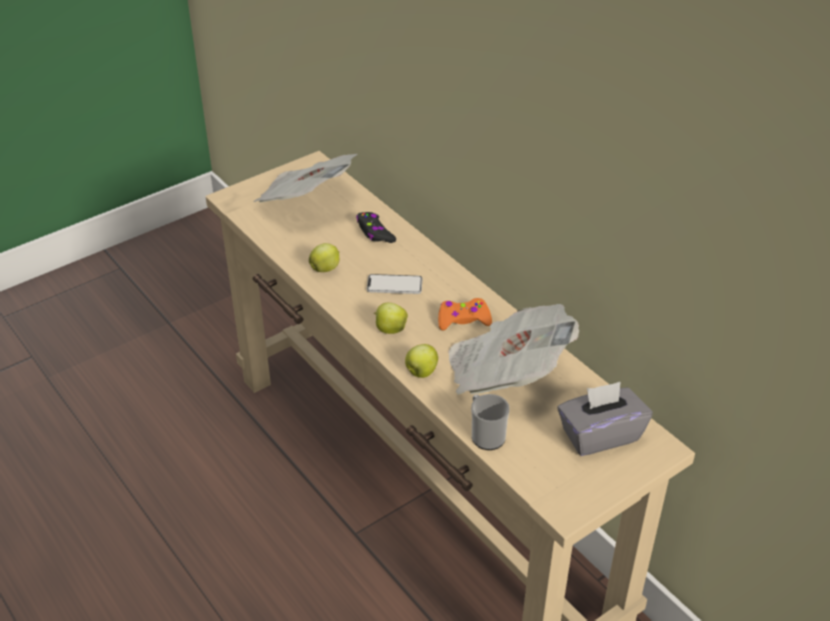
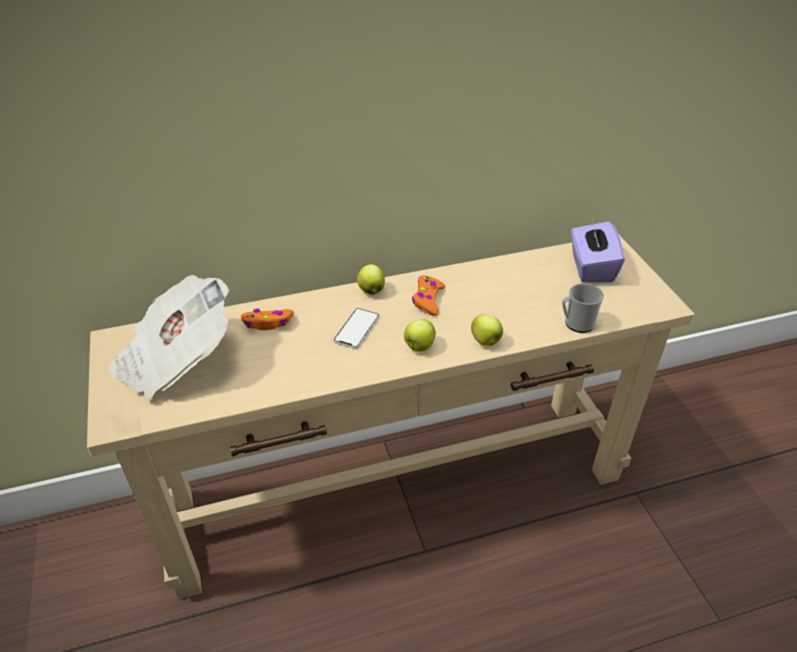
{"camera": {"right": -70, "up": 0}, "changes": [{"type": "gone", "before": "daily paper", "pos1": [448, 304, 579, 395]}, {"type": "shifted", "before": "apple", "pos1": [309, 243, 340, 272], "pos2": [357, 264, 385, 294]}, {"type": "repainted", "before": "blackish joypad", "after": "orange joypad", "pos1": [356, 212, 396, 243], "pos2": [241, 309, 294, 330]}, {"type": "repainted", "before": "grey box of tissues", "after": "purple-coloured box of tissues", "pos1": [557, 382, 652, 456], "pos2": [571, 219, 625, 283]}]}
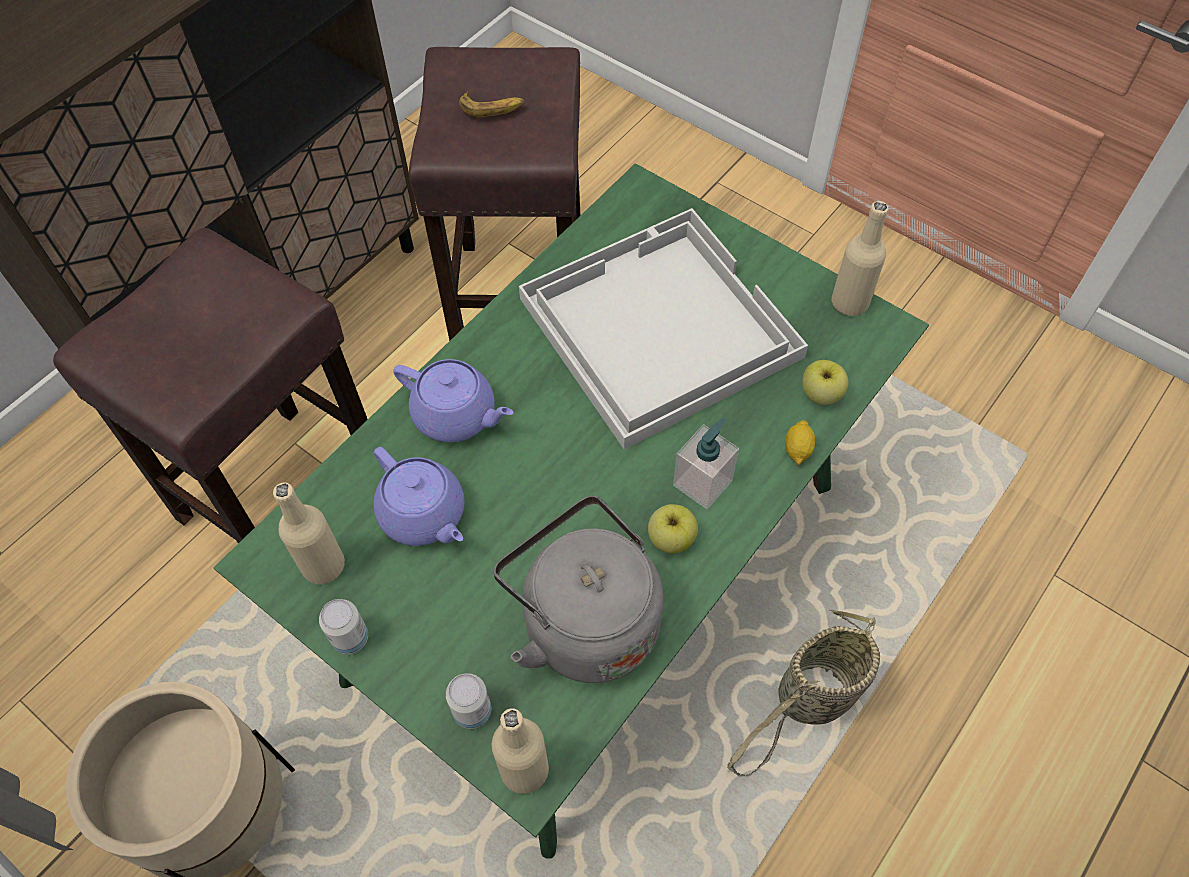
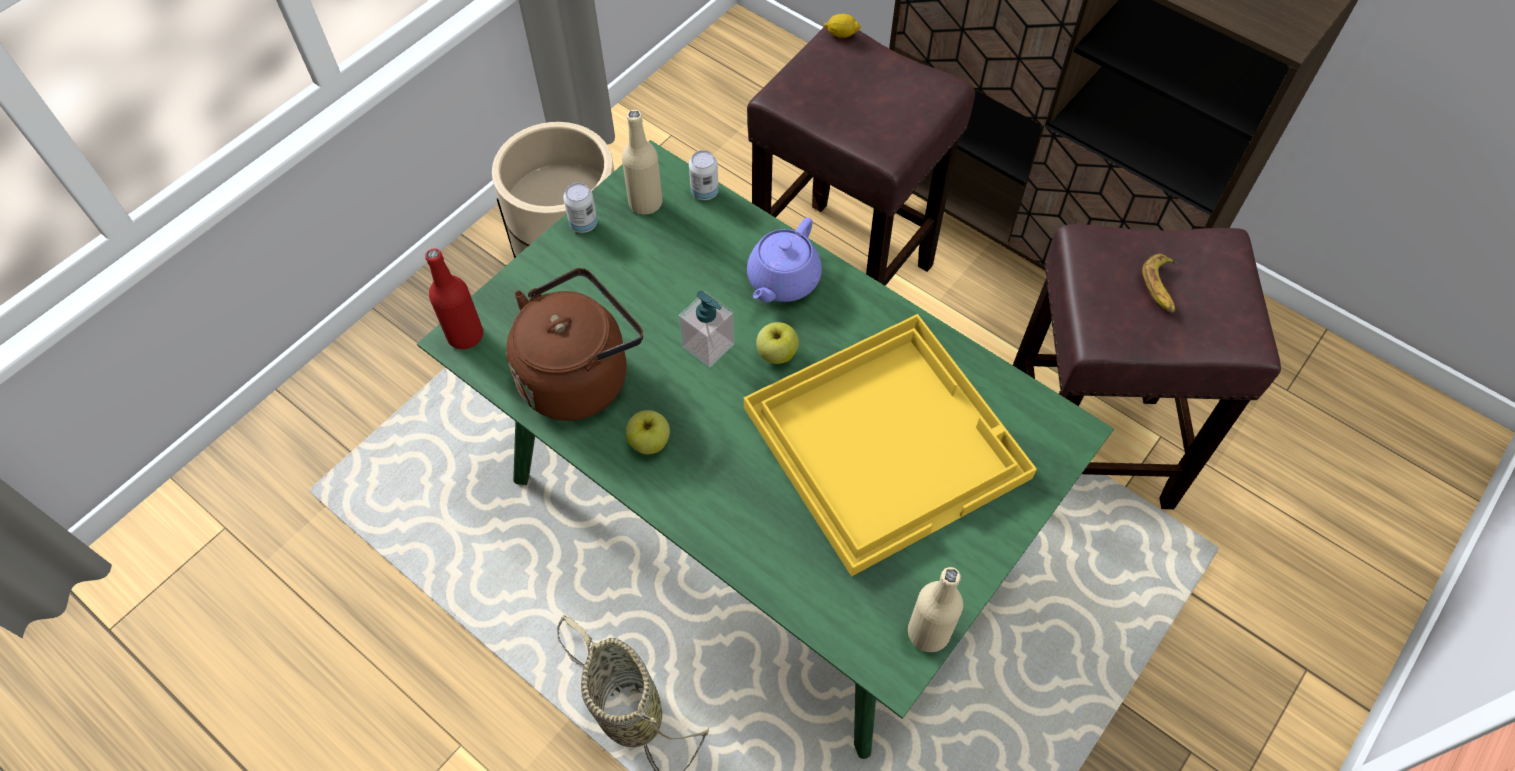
{"camera": {"right": 90, "up": 0}, "changes": [{"type": "gone", "before": "purple-coloured teapot", "pos1": [373, 447, 465, 546]}, {"type": "shifted", "before": "sealed can", "pos1": [446, 673, 491, 729], "pos2": [689, 150, 719, 200]}, {"type": "shifted", "before": "liquid soap bottle", "pos1": [673, 417, 739, 509], "pos2": [679, 291, 735, 368]}, {"type": "shifted", "before": "citrus fruit", "pos1": [785, 420, 815, 465], "pos2": [824, 14, 861, 38]}, {"type": "shifted", "before": "apple", "pos1": [802, 360, 848, 405], "pos2": [756, 322, 799, 364]}, {"type": "repainted", "before": "beige drink bottle", "after": "red-coloured drink bottle", "pos1": [491, 708, 549, 794], "pos2": [425, 248, 483, 349]}, {"type": "repainted", "before": "grey tea kettle", "after": "brown tea kettle", "pos1": [494, 496, 663, 683], "pos2": [506, 268, 643, 421]}, {"type": "repainted", "before": "whitish carrying tray", "after": "yellow carrying tray", "pos1": [519, 208, 808, 449], "pos2": [744, 314, 1037, 577]}]}
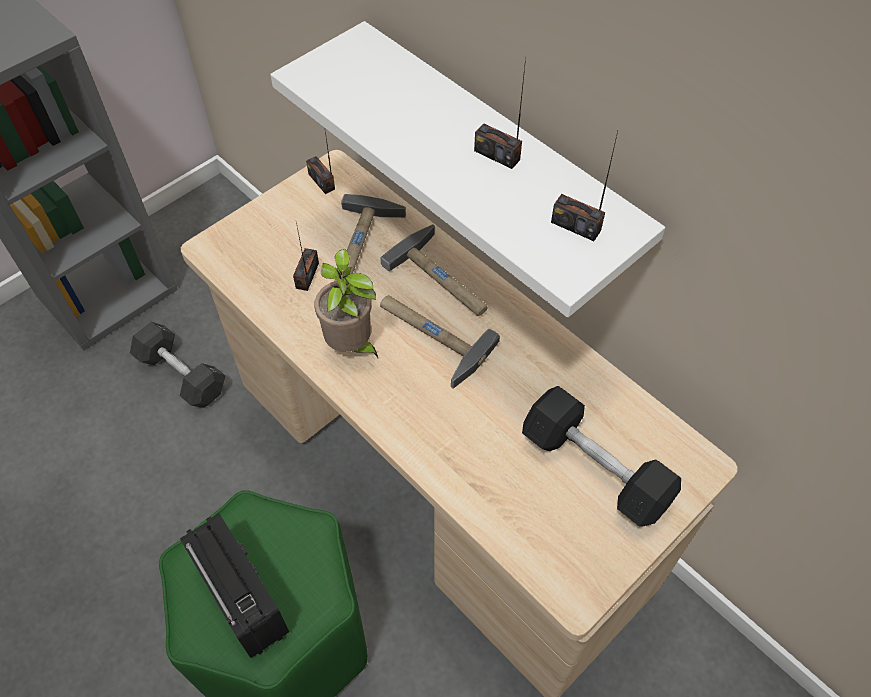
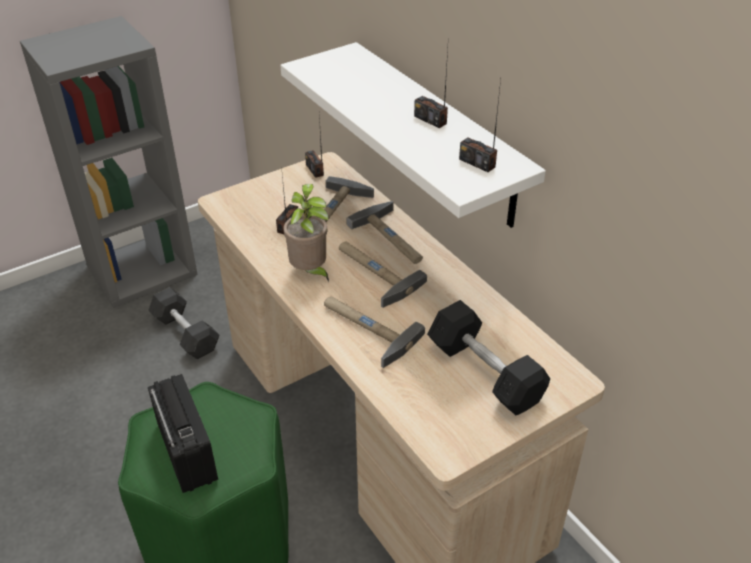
{"camera": {"right": 10, "up": -15}, "changes": [{"type": "new", "after": "hammer", "pos2": [324, 296, 425, 368]}]}
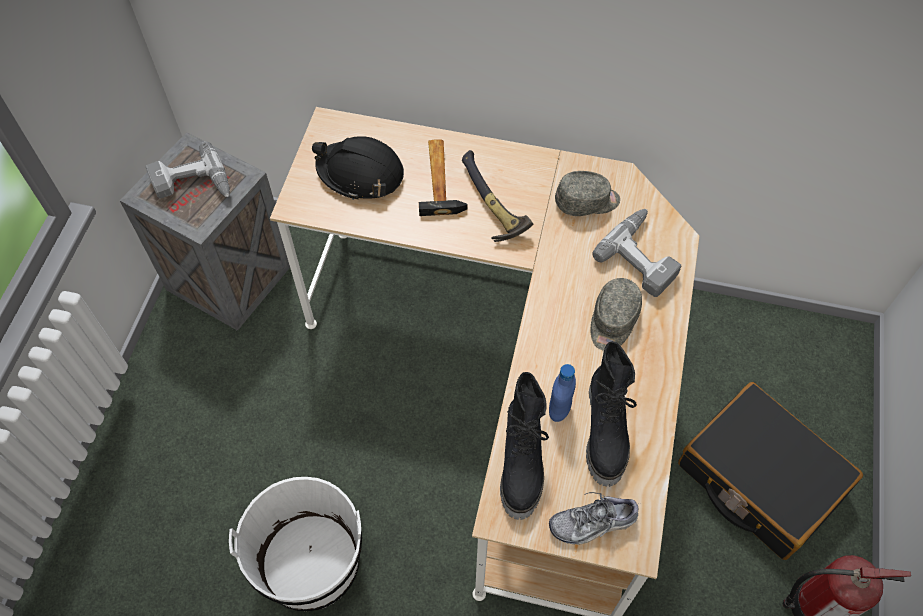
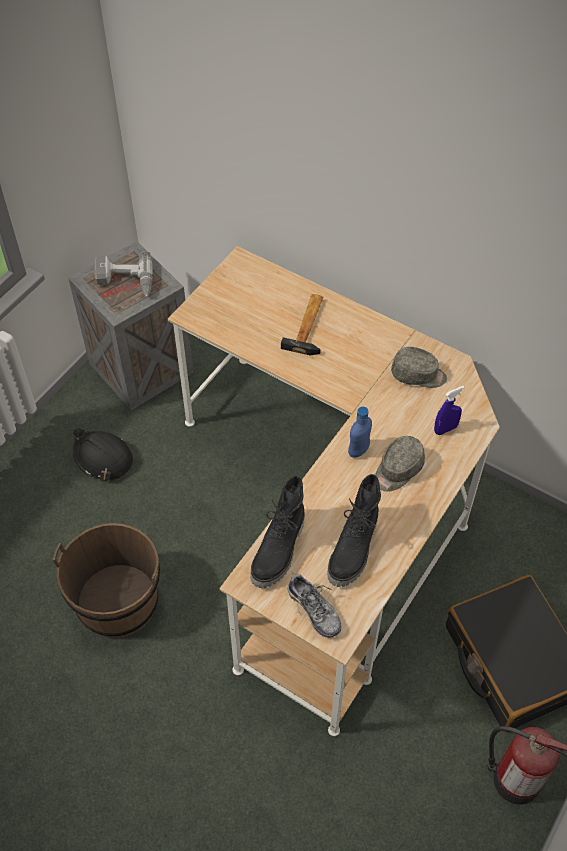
{"camera": {"right": 20, "up": -5}, "changes": [{"type": "gone", "before": "hammer", "pos1": [462, 150, 533, 242]}, {"type": "shifted", "before": "blackish safety helmet", "pos1": [312, 136, 404, 200], "pos2": [73, 428, 133, 481]}, {"type": "shifted", "before": "bluish drink bottle", "pos1": [549, 364, 576, 422], "pos2": [348, 407, 372, 458]}, {"type": "swapped", "before": "drill", "after": "bluish sprayer", "pos1": [593, 209, 681, 297], "pos2": [434, 386, 465, 435]}, {"type": "repainted", "before": "whitish water bucket", "after": "brown water bucket", "pos1": [229, 477, 362, 612], "pos2": [53, 523, 160, 638]}, {"type": "rotated", "before": "shoe", "pos1": [549, 492, 639, 545], "pos2": [287, 574, 341, 638], "turn": -135}]}
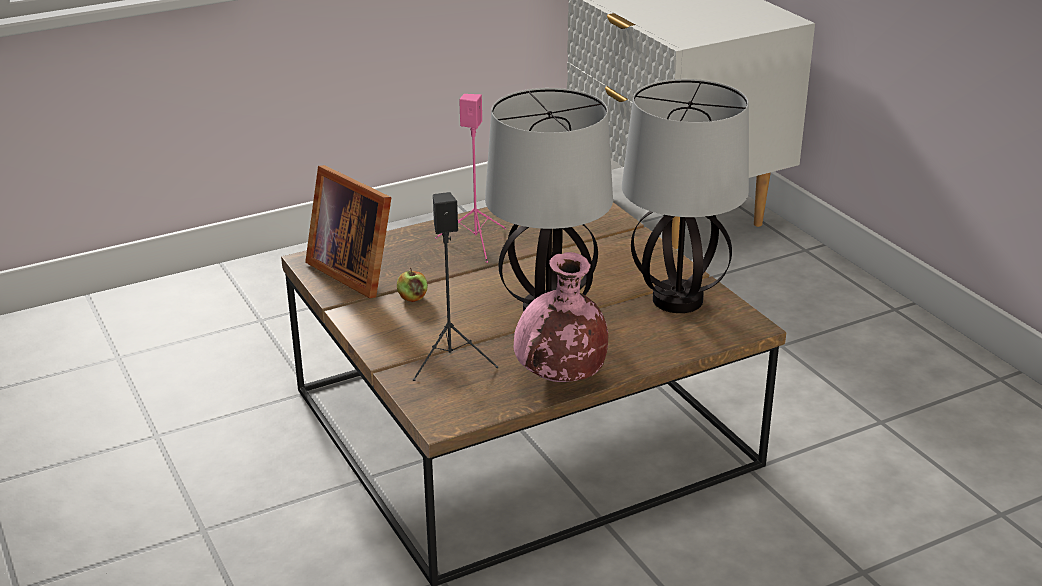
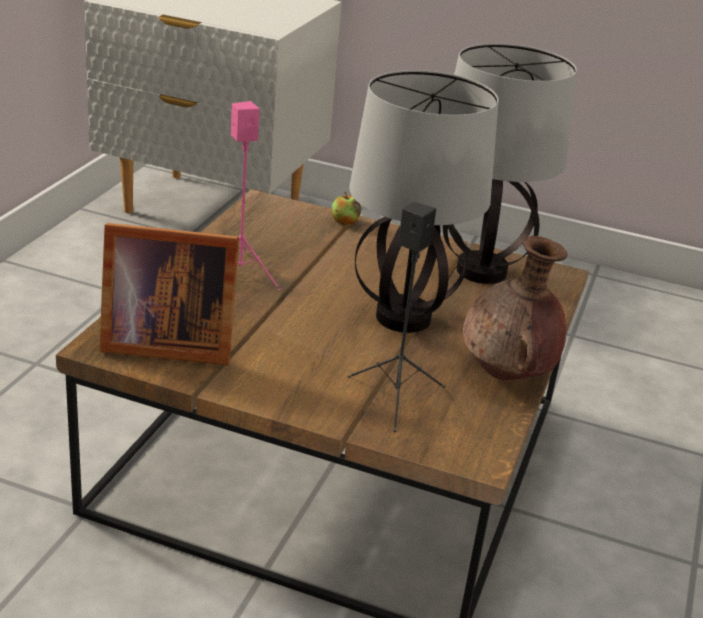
{"camera": {"right": -45, "up": 0}, "changes": [{"type": "shifted", "before": "apple", "pos1": [397, 268, 428, 302], "pos2": [331, 192, 361, 224]}, {"type": "repainted", "before": "pink-coloured decorative vase", "after": "brown decorative vase", "pos1": [514, 252, 608, 382], "pos2": [463, 236, 568, 380]}]}
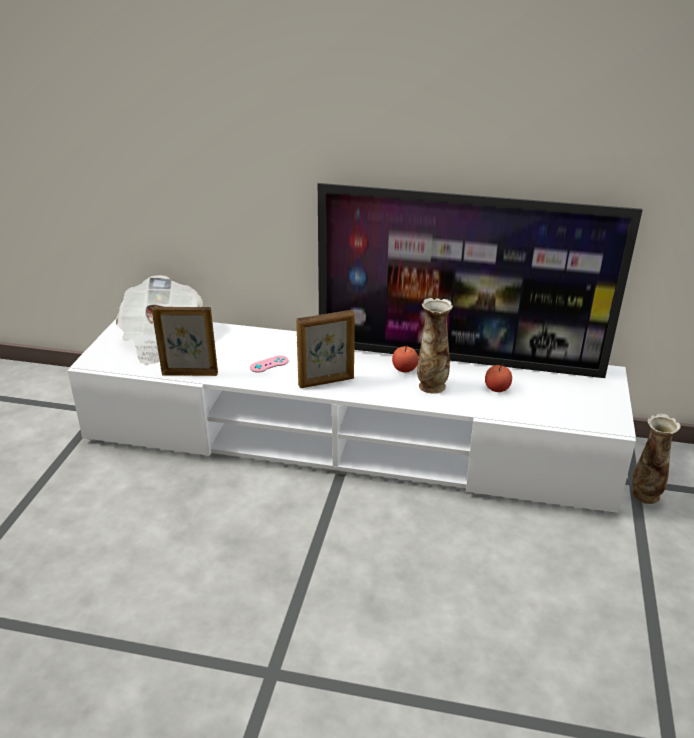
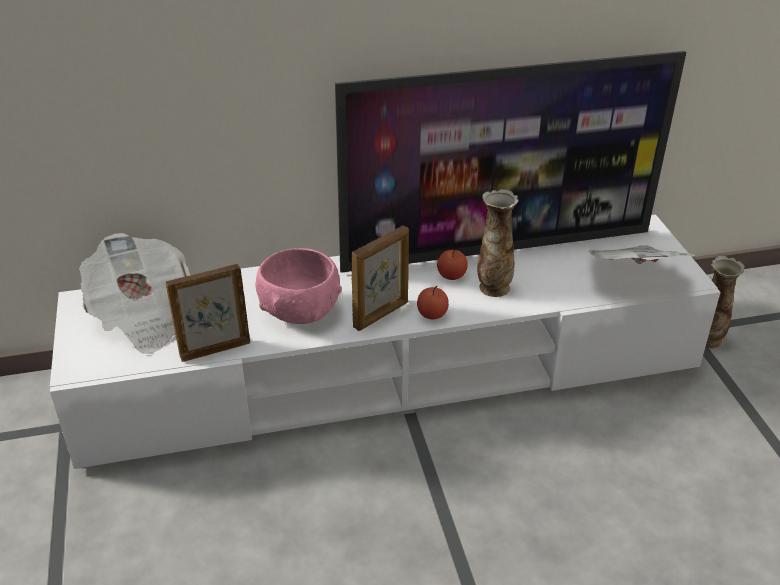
{"camera": {"right": -25, "up": 5}, "changes": [{"type": "new", "after": "daily paper", "pos2": [588, 245, 695, 264]}, {"type": "shifted", "before": "apple", "pos1": [485, 363, 512, 392], "pos2": [417, 286, 449, 319]}, {"type": "swapped", "before": "pink-coloured joypad", "after": "pink-coloured serving bowl", "pos1": [250, 356, 288, 373], "pos2": [255, 248, 342, 324]}]}
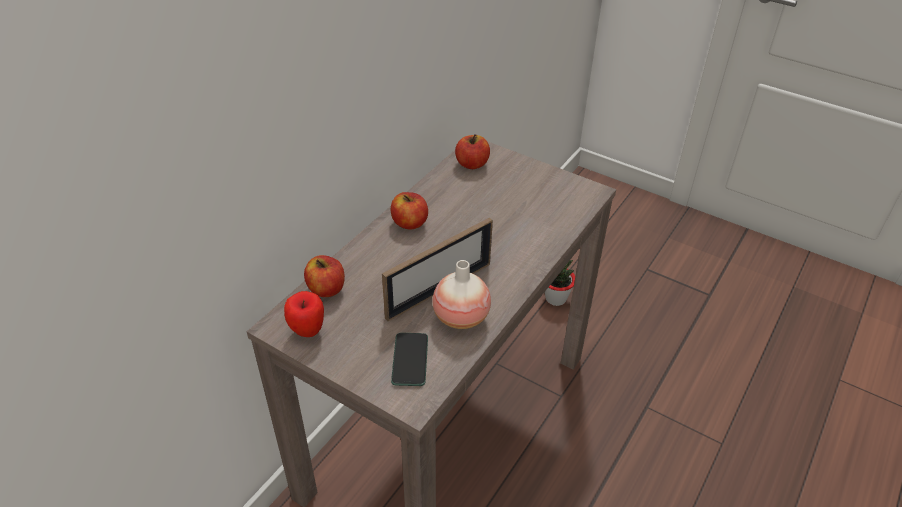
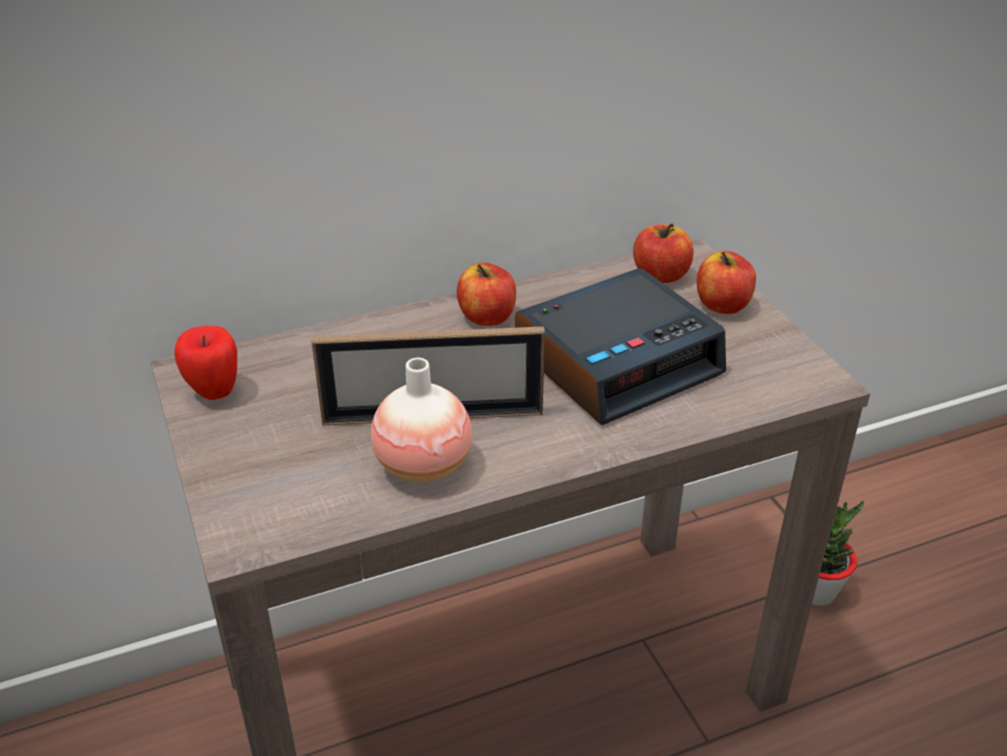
{"camera": {"right": 35, "up": -5}, "changes": [{"type": "gone", "before": "telephone", "pos1": [391, 333, 428, 386]}, {"type": "new", "after": "bedside clock", "pos2": [515, 268, 726, 425]}, {"type": "shifted", "before": "apple", "pos1": [304, 255, 345, 297], "pos2": [697, 251, 756, 314]}]}
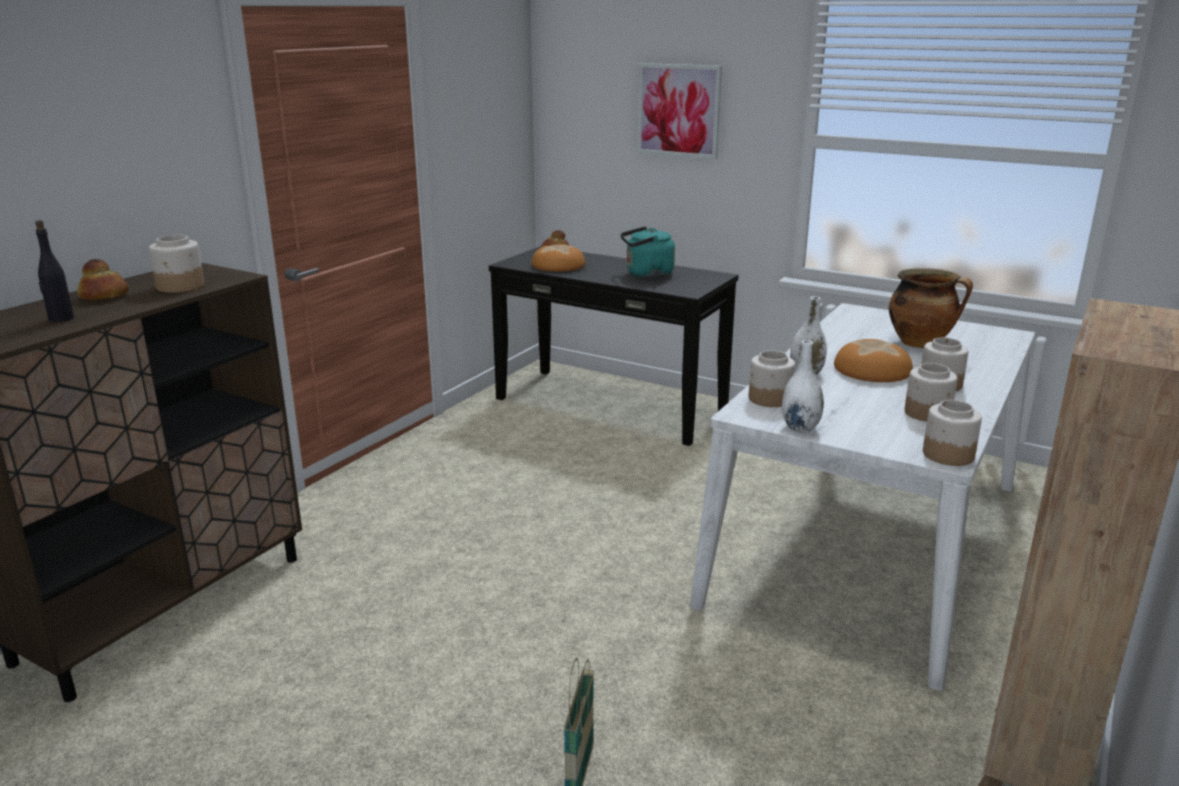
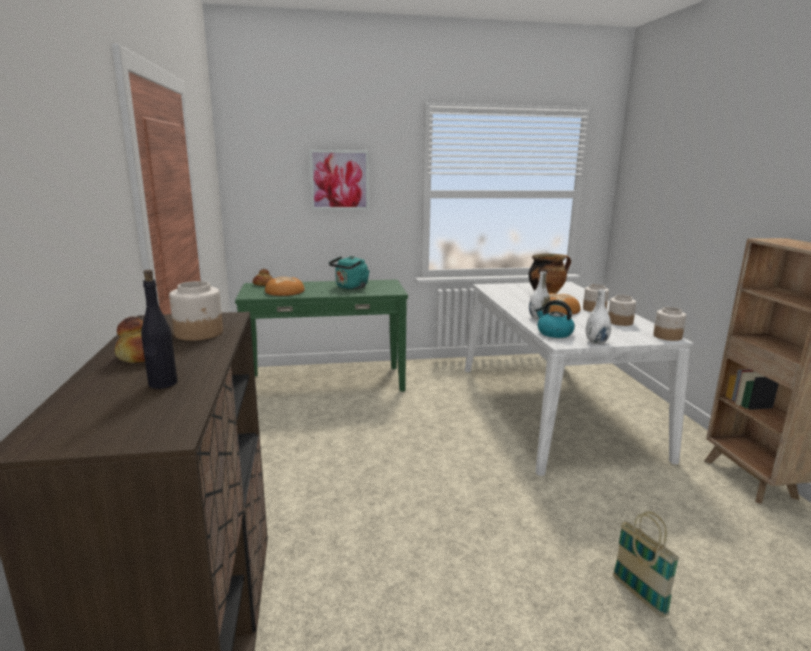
{"camera": {"right": -40, "up": -5}, "changes": [{"type": "swapped", "before": "jar", "after": "tea kettle", "pos1": [749, 350, 795, 407], "pos2": [535, 300, 575, 338]}, {"type": "repainted", "before": "blackish hall table", "after": "green-coloured hall table", "pos1": [489, 246, 738, 446], "pos2": [235, 279, 408, 392]}]}
